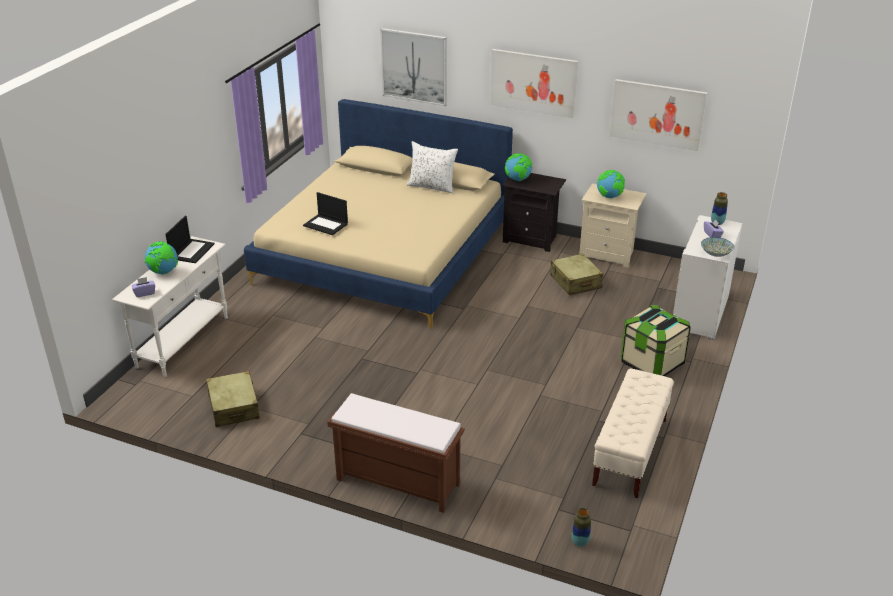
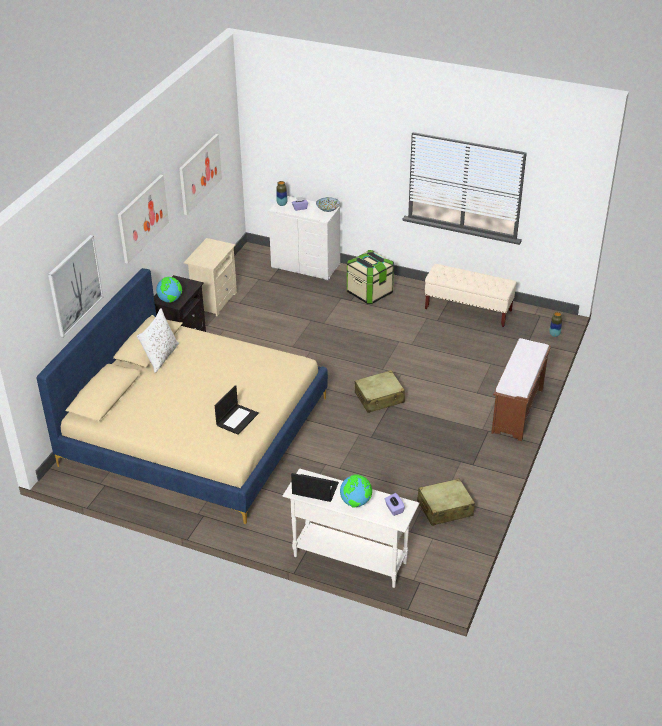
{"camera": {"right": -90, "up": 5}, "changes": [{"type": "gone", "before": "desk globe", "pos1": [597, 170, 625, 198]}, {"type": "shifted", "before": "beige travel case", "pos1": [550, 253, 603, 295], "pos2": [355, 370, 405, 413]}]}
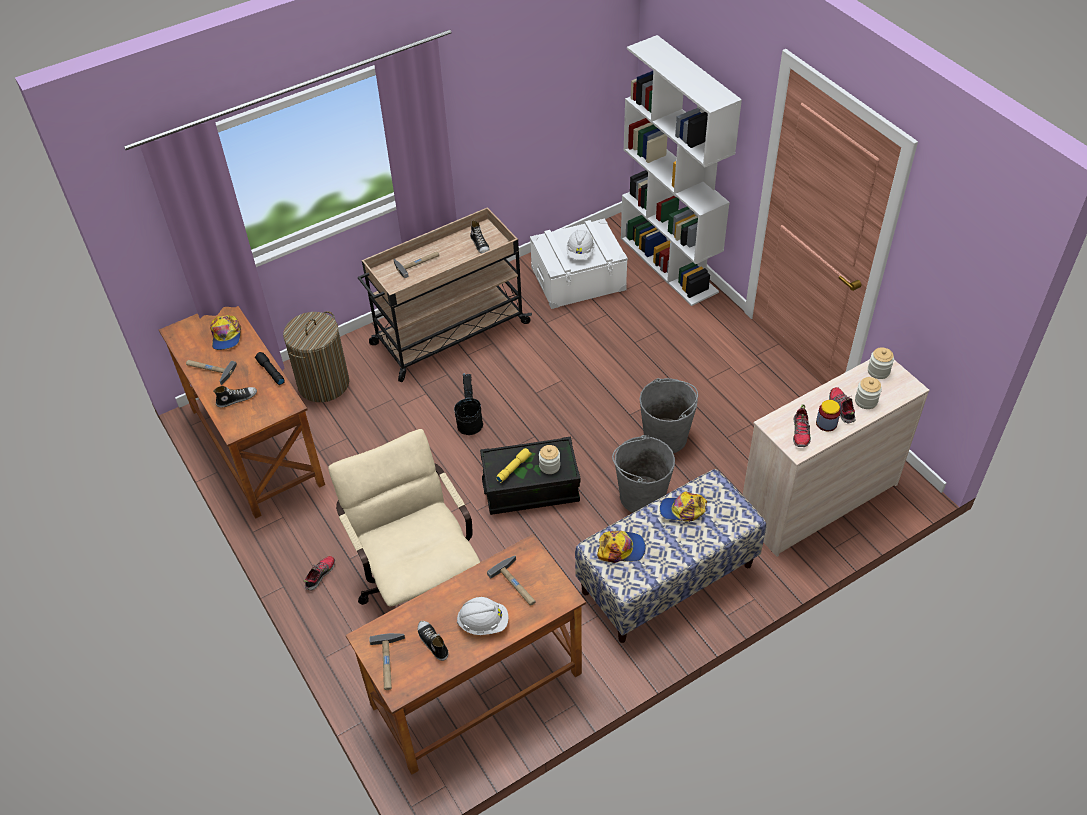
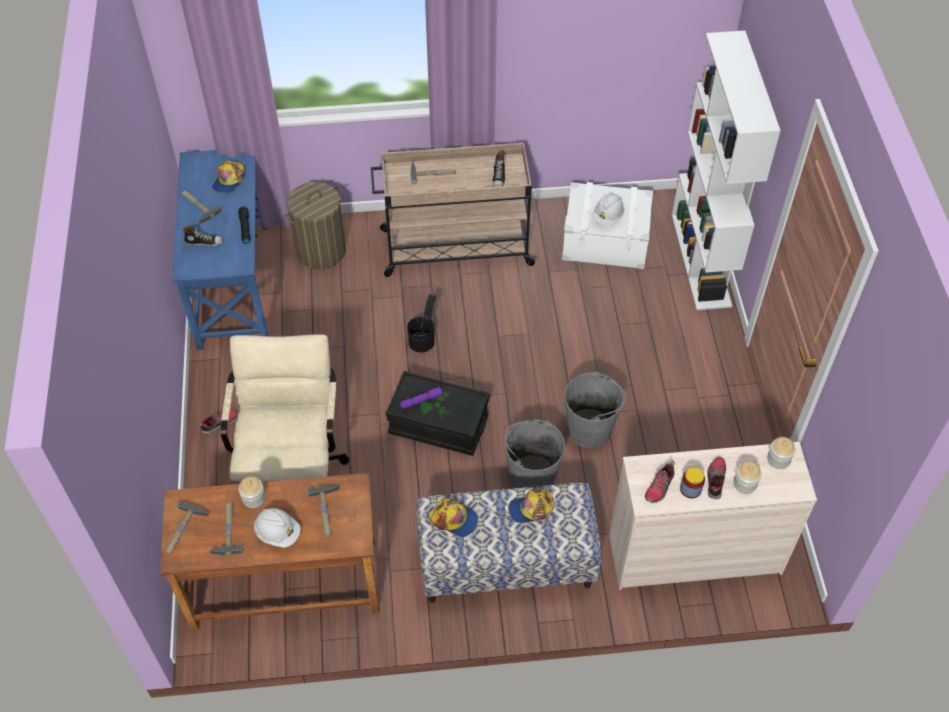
{"camera": {"right": 25, "up": 5}, "changes": [{"type": "shifted", "before": "jar", "pos1": [539, 445, 560, 474], "pos2": [239, 476, 265, 508]}, {"type": "swapped", "before": "shoe", "after": "hammer", "pos1": [418, 621, 448, 661], "pos2": [209, 503, 244, 555]}, {"type": "repainted", "before": "brown desk", "after": "bluish desk", "pos1": [159, 306, 325, 519], "pos2": [173, 150, 268, 350]}, {"type": "repainted", "before": "yellow flashlight", "after": "purple-coloured flashlight", "pos1": [496, 448, 532, 483], "pos2": [400, 387, 444, 410]}, {"type": "rotated", "before": "baseball cap", "pos1": [660, 492, 707, 522], "pos2": [508, 489, 555, 523], "turn": -45}]}
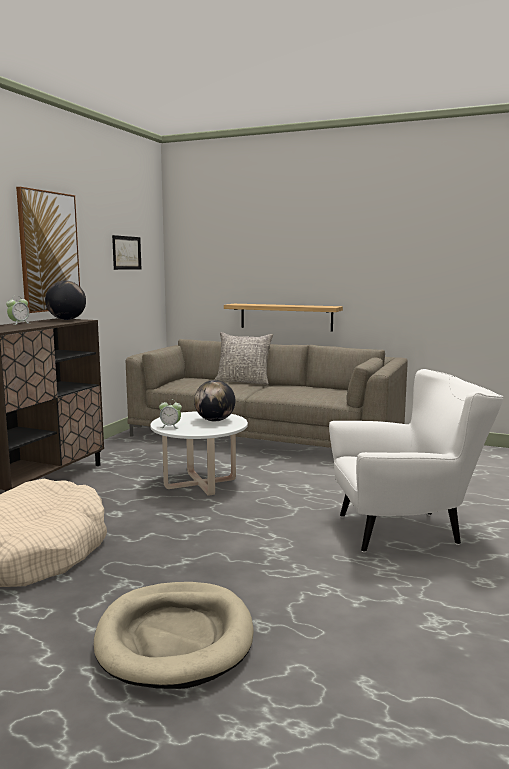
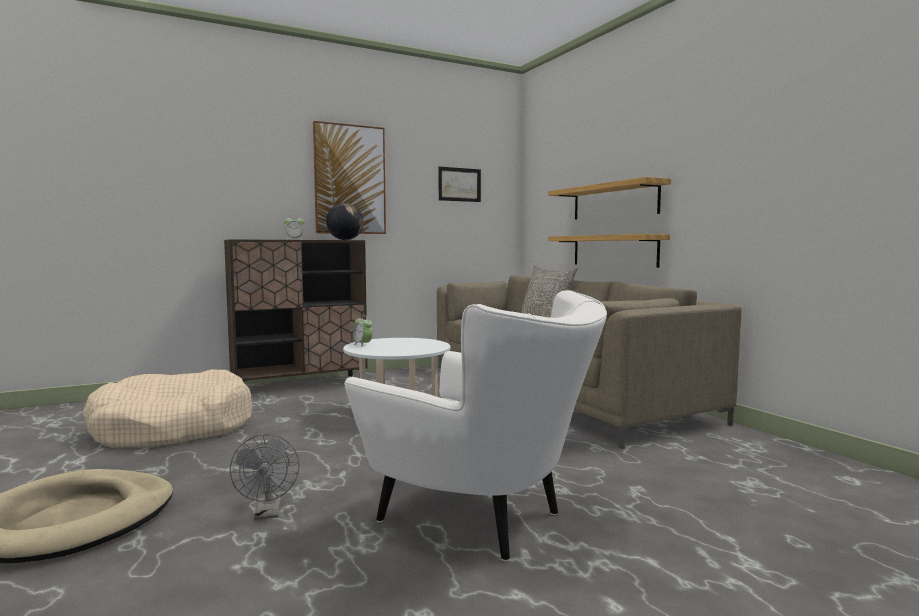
{"camera": {"right": 40, "up": -5}, "changes": [{"type": "gone", "before": "desk globe", "pos1": [194, 380, 235, 421]}, {"type": "new", "after": "grey electric fan", "pos2": [230, 434, 300, 520]}, {"type": "new", "after": "bracket shelf", "pos2": [548, 177, 671, 220]}]}
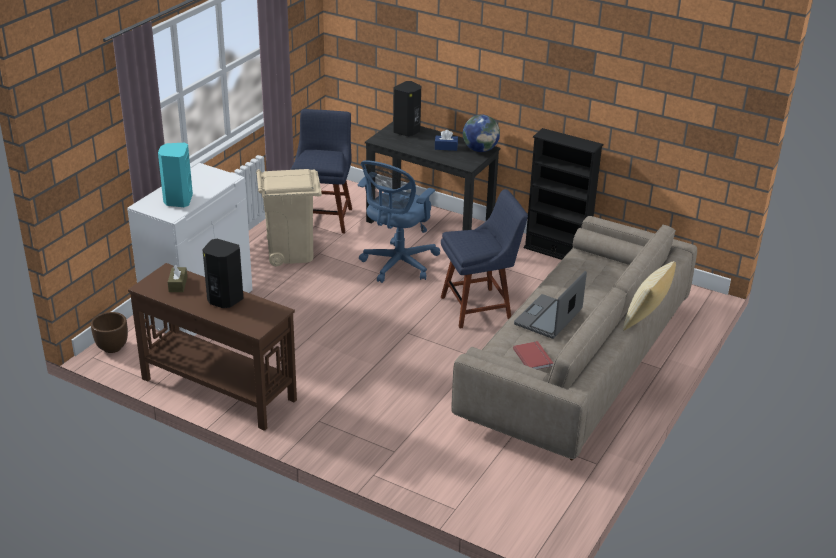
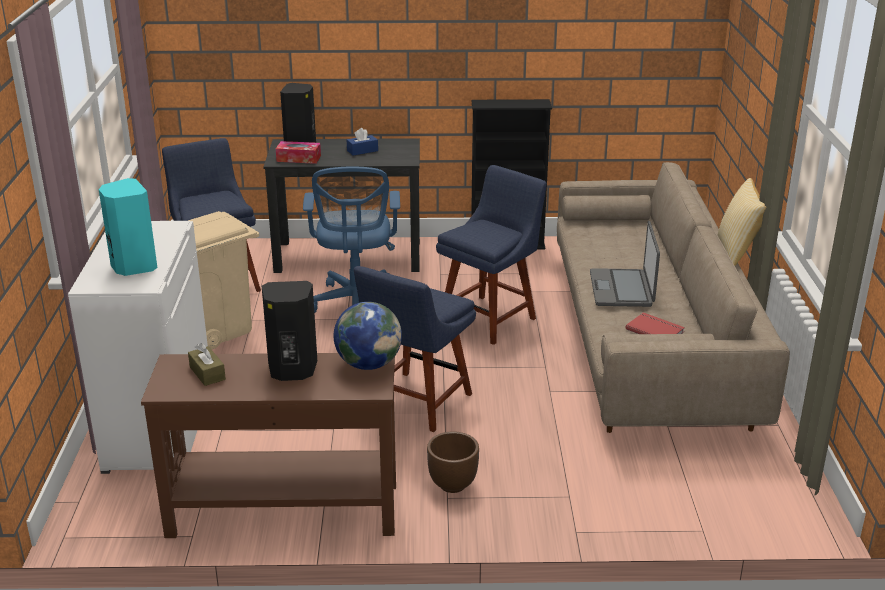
{"camera": {"right": -30, "up": -5}, "changes": [{"type": "new", "after": "box of tissues", "pos2": [276, 141, 321, 164]}, {"type": "new", "after": "bluish chair", "pos2": [354, 266, 476, 432]}, {"type": "shifted", "before": "brown planter", "pos1": [91, 312, 128, 353], "pos2": [427, 431, 479, 493]}, {"type": "shifted", "before": "desk globe", "pos1": [463, 115, 500, 152], "pos2": [334, 302, 402, 370]}]}
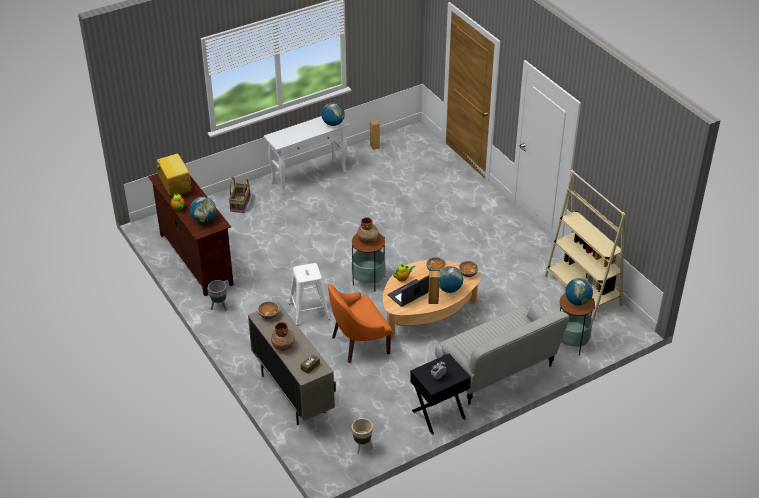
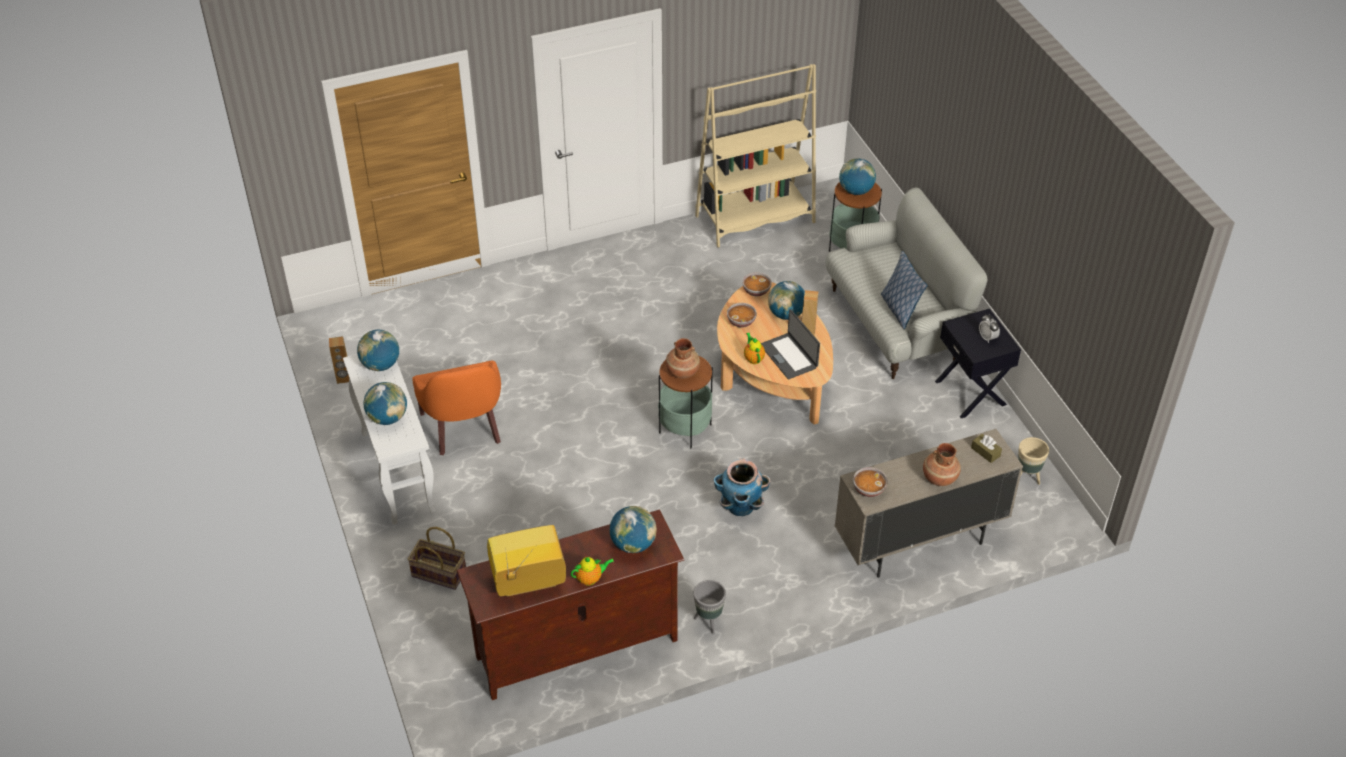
{"camera": {"right": -80, "up": 5}, "changes": [{"type": "new", "after": "desk globe", "pos2": [363, 382, 407, 425]}, {"type": "new", "after": "pillow", "pos2": [881, 251, 928, 329]}, {"type": "shifted", "before": "orange easy chair", "pos1": [328, 284, 392, 363], "pos2": [412, 361, 501, 455]}, {"type": "swapped", "before": "whitish sitting stool", "after": "planter", "pos1": [289, 263, 330, 326], "pos2": [714, 458, 771, 516]}]}
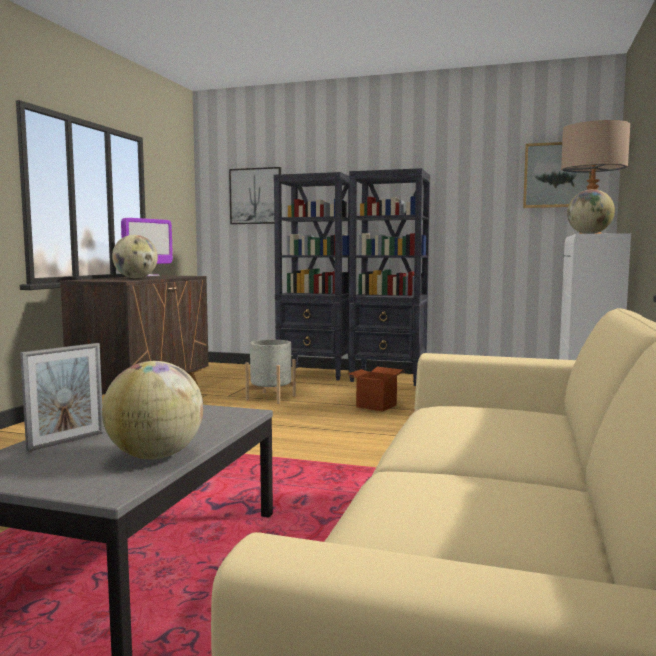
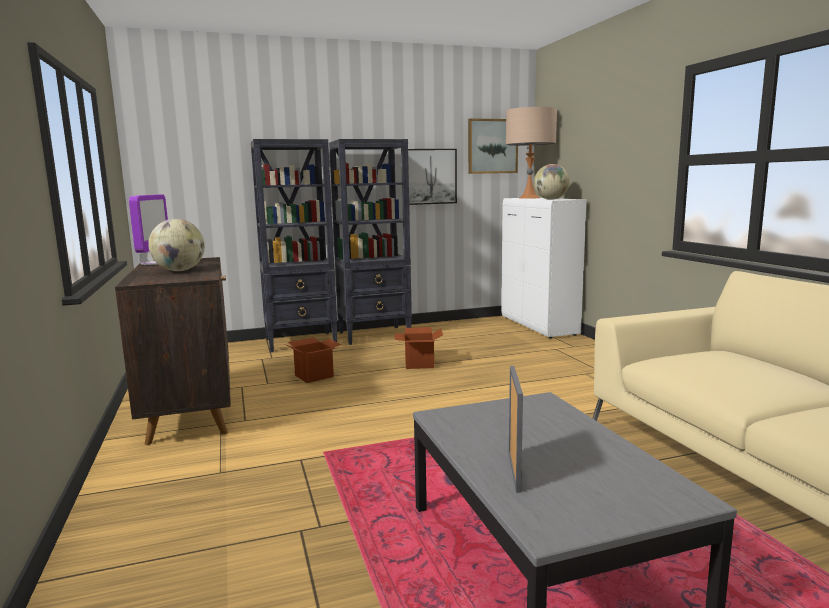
{"camera": {"right": -35, "up": 5}, "changes": [{"type": "gone", "before": "desk globe", "pos1": [102, 361, 203, 459]}, {"type": "shifted", "before": "wall art", "pos1": [229, 167, 282, 224], "pos2": [408, 149, 457, 205]}, {"type": "swapped", "before": "grey planter", "after": "packing box", "pos1": [245, 340, 296, 404], "pos2": [285, 337, 341, 383]}]}
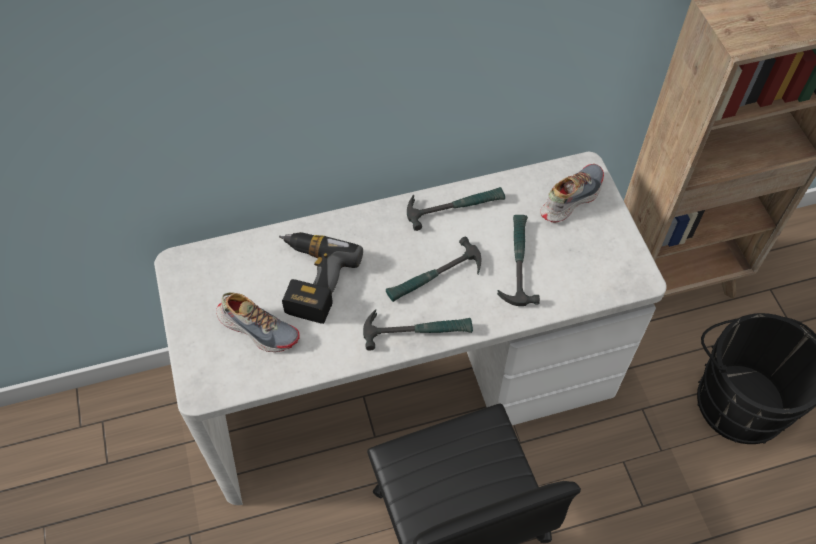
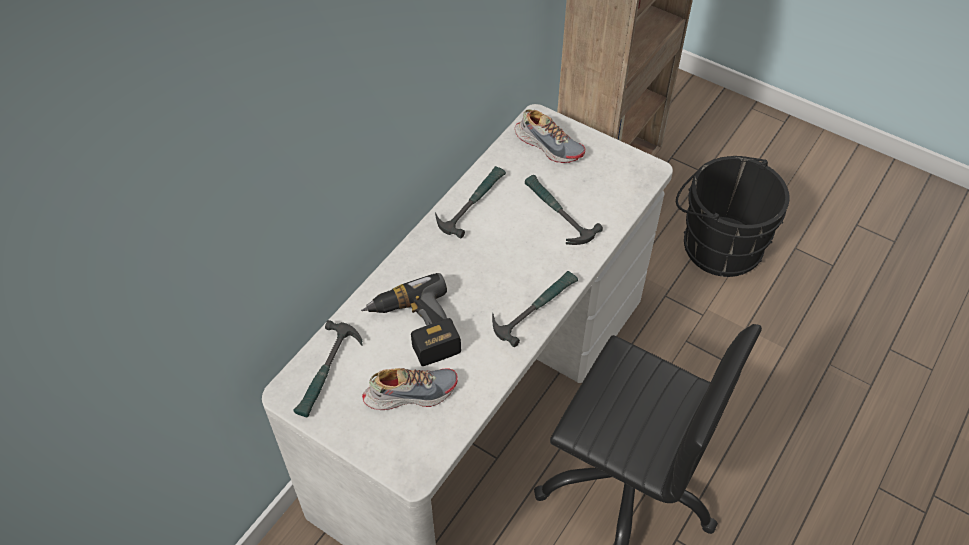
{"camera": {"right": -40, "up": -5}, "changes": [{"type": "shifted", "before": "hammer", "pos1": [386, 236, 481, 302], "pos2": [293, 320, 363, 417]}, {"type": "rotated", "before": "shoe", "pos1": [540, 164, 604, 222], "pos2": [515, 109, 586, 163], "turn": 120}]}
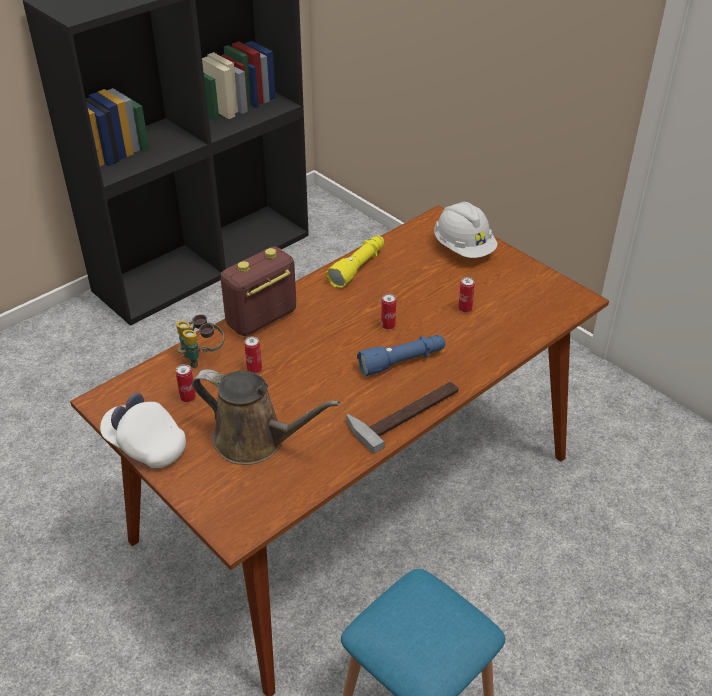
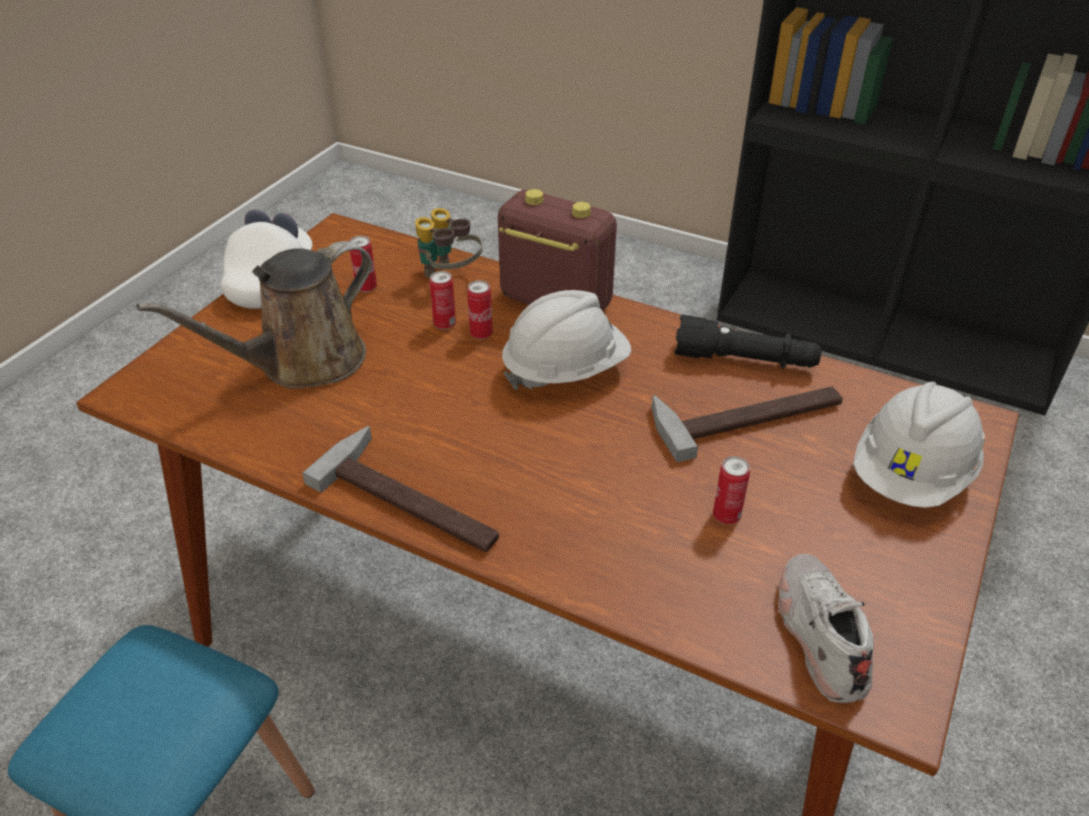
{"camera": {"right": 70, "up": 0}, "changes": [{"type": "gone", "before": "bluish flashlight", "pos1": [357, 335, 446, 376]}, {"type": "new", "after": "whitish safety helmet", "pos2": [502, 290, 631, 390]}, {"type": "new", "after": "hammer", "pos2": [652, 386, 843, 463]}, {"type": "new", "after": "whitish shoe", "pos2": [778, 554, 874, 703]}, {"type": "shifted", "before": "sealed can", "pos1": [381, 294, 396, 330], "pos2": [467, 280, 493, 340]}, {"type": "repainted", "before": "yellow flashlight", "after": "blackish flashlight", "pos1": [326, 236, 384, 288], "pos2": [674, 315, 822, 369]}, {"type": "rotated", "before": "brown watering can", "pos1": [192, 369, 340, 465], "pos2": [137, 241, 372, 389], "turn": 45}]}
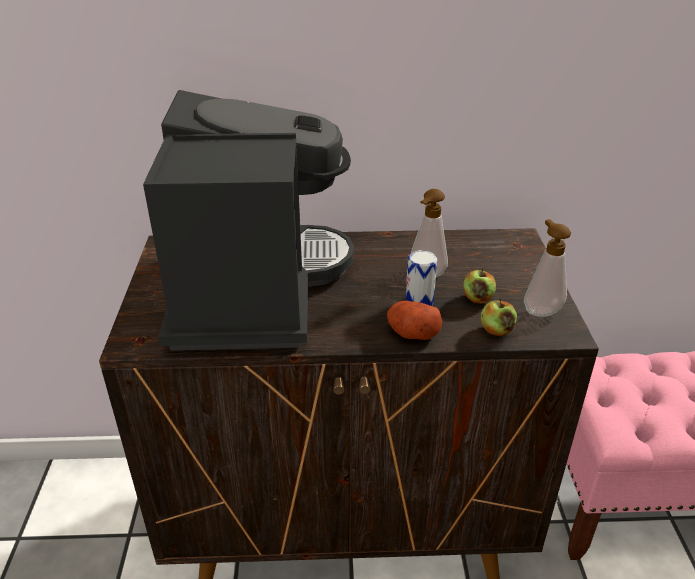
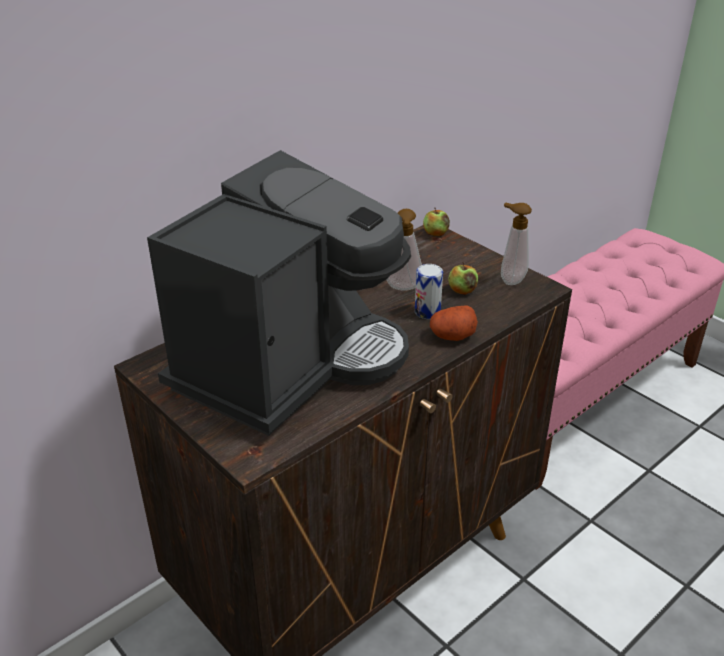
{"camera": {"right": -40, "up": 0}, "changes": [{"type": "shifted", "before": "apple", "pos1": [481, 298, 517, 336], "pos2": [423, 208, 450, 236]}, {"type": "rotated", "before": "coffee maker", "pos1": [143, 90, 354, 351], "pos2": [147, 150, 411, 436], "turn": 75}]}
